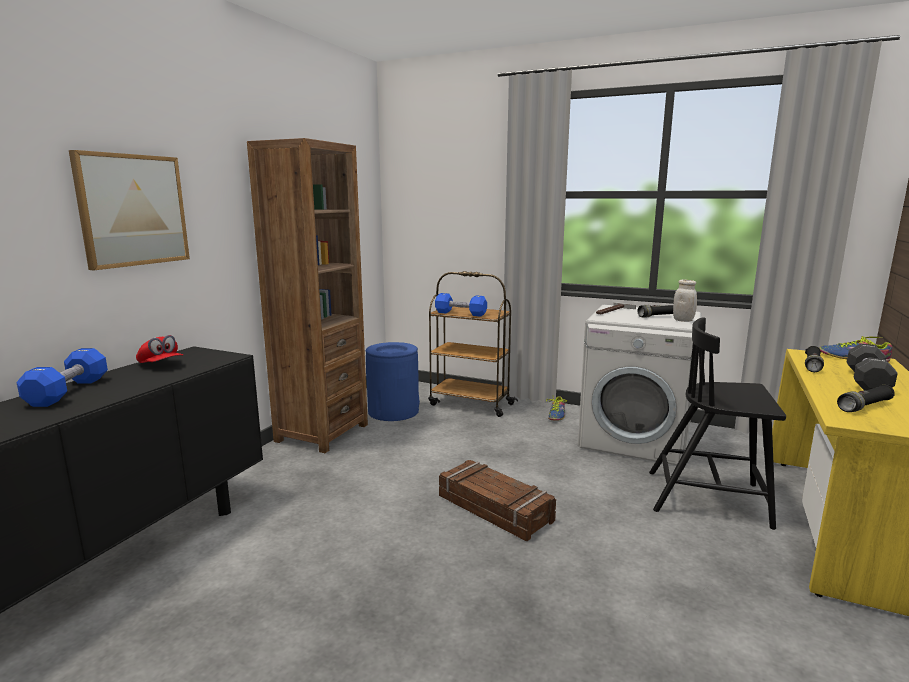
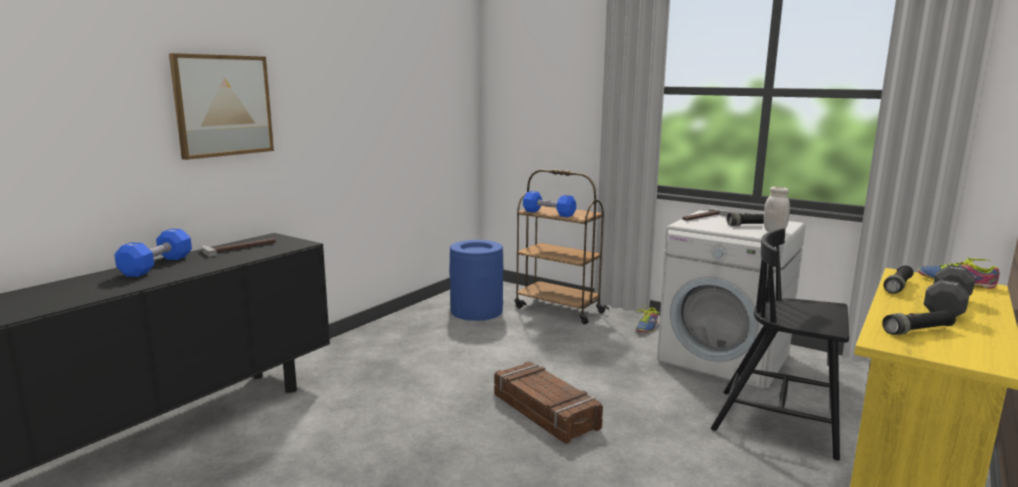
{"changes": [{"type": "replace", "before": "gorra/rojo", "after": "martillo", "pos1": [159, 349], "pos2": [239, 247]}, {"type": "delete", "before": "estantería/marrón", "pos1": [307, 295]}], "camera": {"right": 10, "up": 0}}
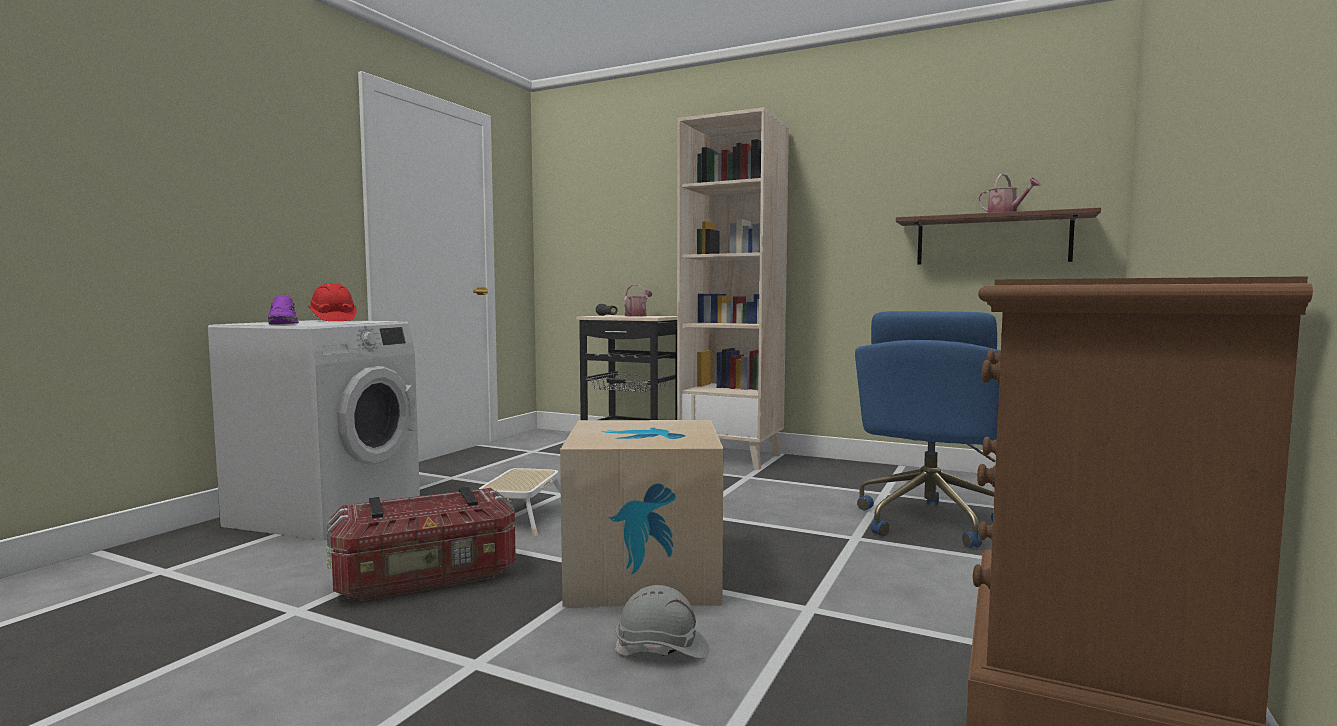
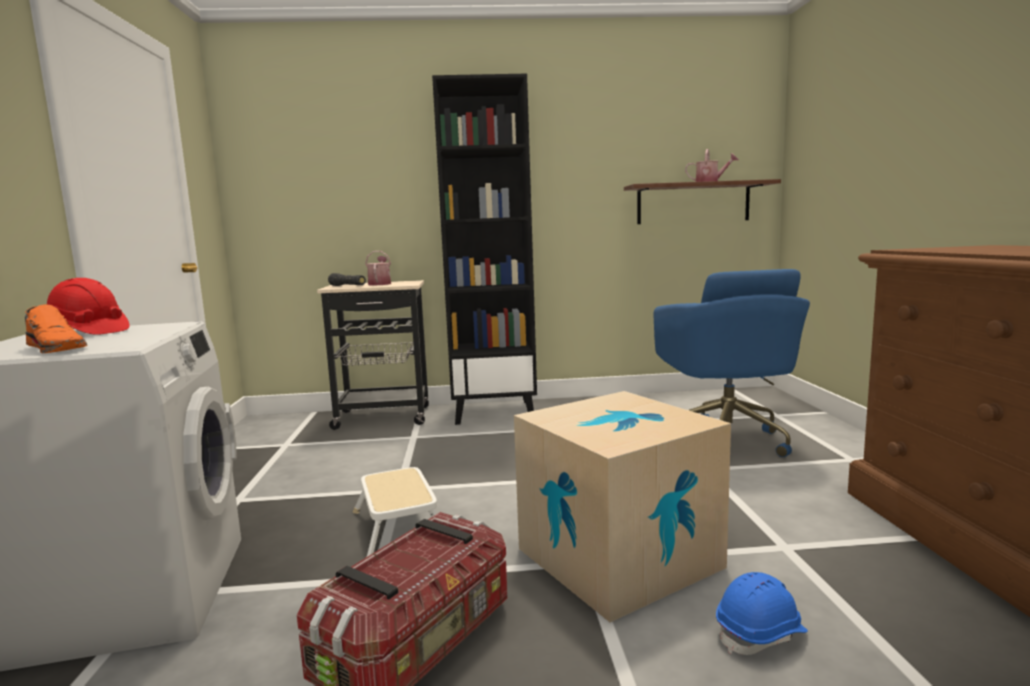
{"changes": [{"type": "recolor", "before": "zapato/morado", "after": "zapato/naranja", "pos1": [283, 309], "pos2": [56, 328]}, {"type": "recolor", "before": "estantería/beis", "after": "estantería/negro", "pos1": [733, 288], "pos2": [484, 249]}, {"type": "recolor", "before": "casco/gris", "after": "casco/azul", "pos1": [661, 622], "pos2": [762, 613]}], "camera": {"right": -30, "up": 5}}
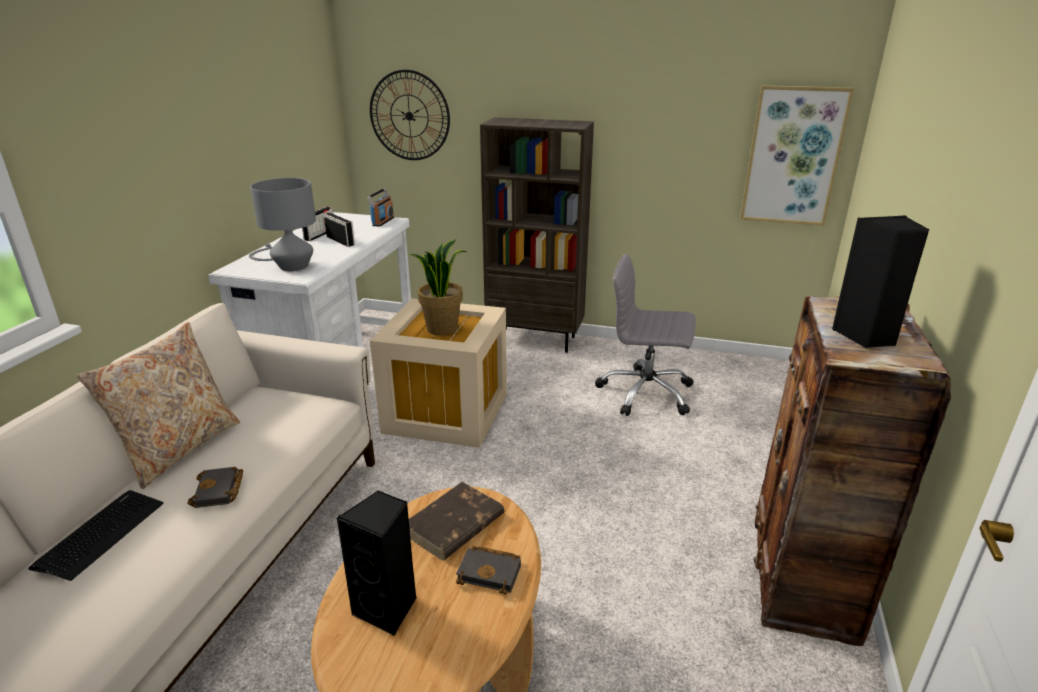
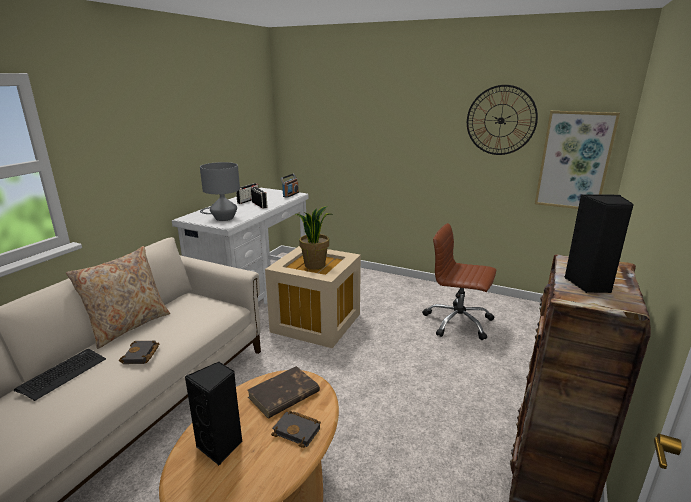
{"changes": [{"type": "recolor", "before": "silla de oficina/gris", "after": "silla de oficina/marrón", "pos1": [645, 335], "pos2": [459, 281]}, {"type": "move", "before": "reloj de pared", "pos1": [410, 115], "pos2": [502, 120]}, {"type": "delete", "before": "estantería/marrón", "pos1": [537, 235]}], "camera": {"right": 10, "up": -5}}
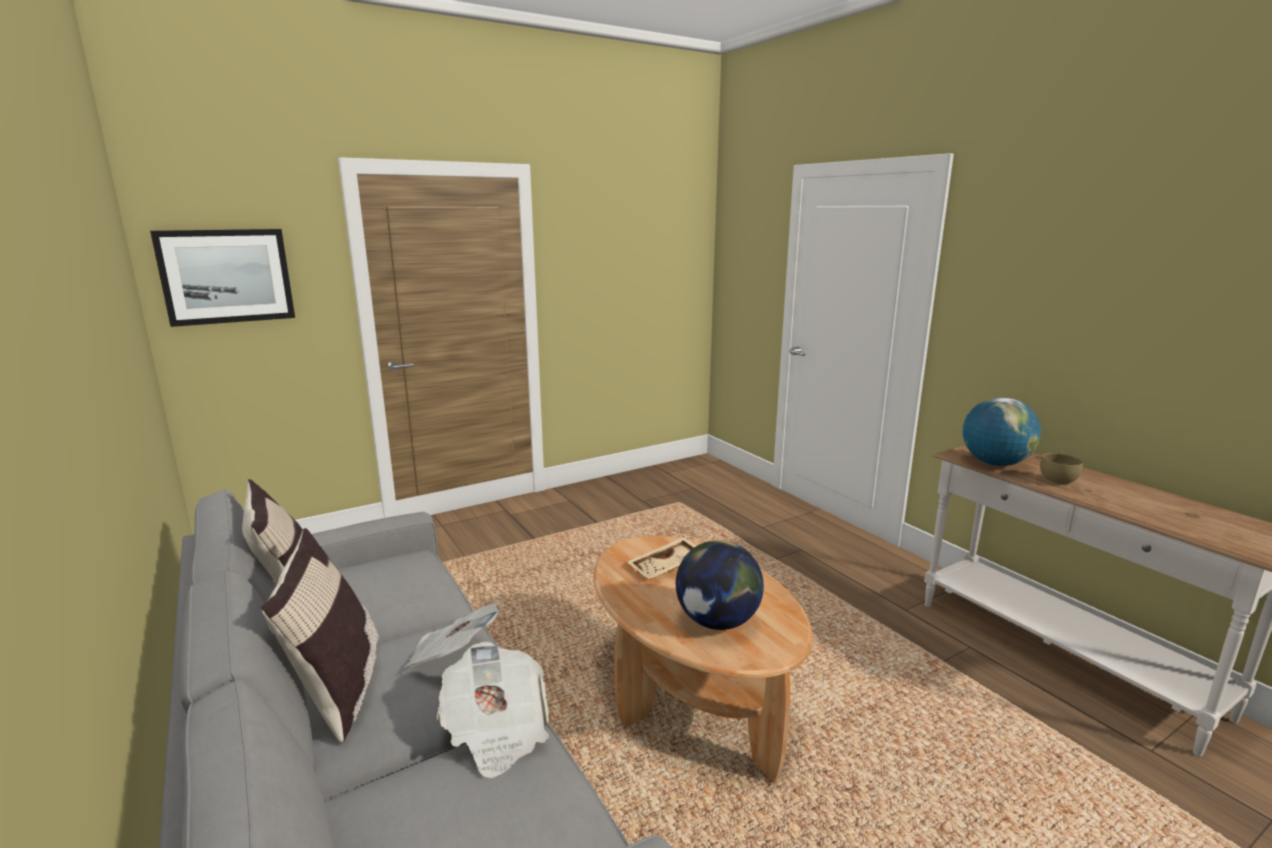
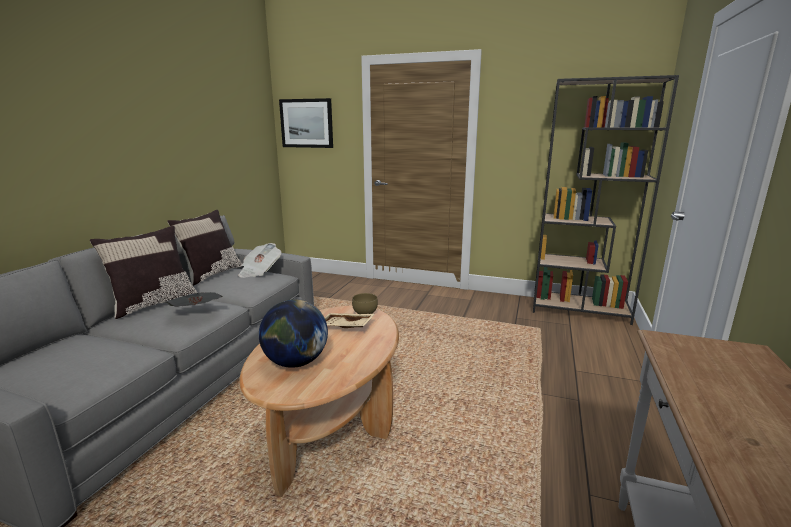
{"changes": [{"type": "move", "before": "periódico", "pos1": [493, 710], "pos2": [259, 260]}, {"type": "move", "before": "cuenco/marrón", "pos1": [1061, 469], "pos2": [365, 303]}, {"type": "insert", "after": "estantería", "pos2": [606, 200]}, {"type": "delete", "before": "globo terráqueo", "pos1": [1001, 431]}], "camera": {"right": 50, "up": 0}}
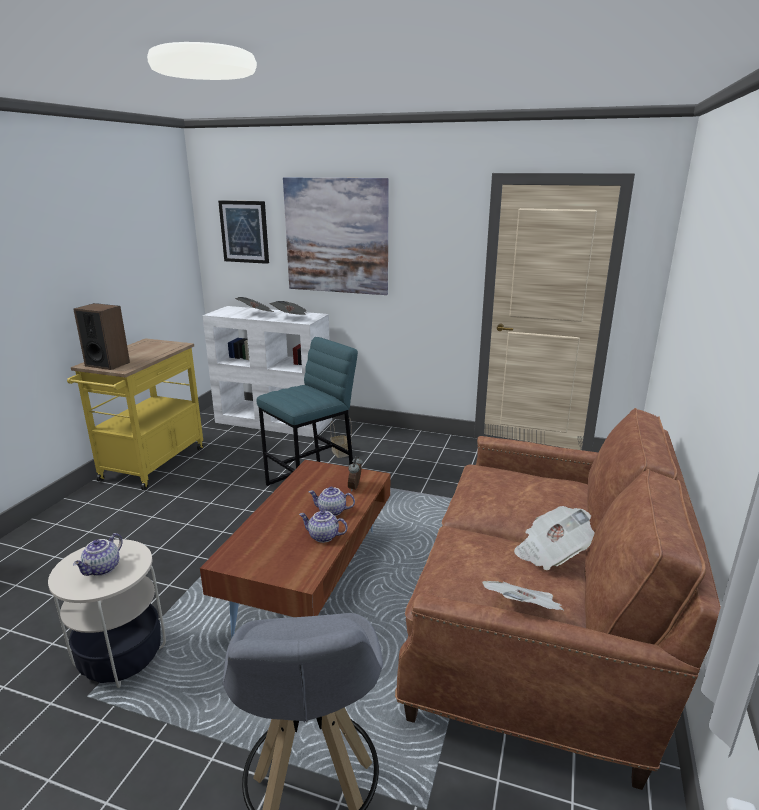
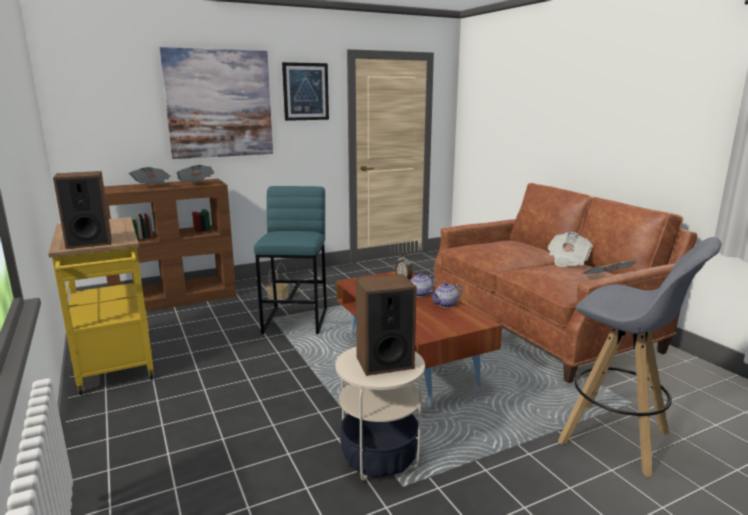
{"changes": [{"type": "recolor", "before": "estantería/blanco", "after": "estantería/marrón", "pos1": [267, 371], "pos2": [170, 245]}, {"type": "move", "before": "cuadro", "pos1": [243, 232], "pos2": [305, 91]}, {"type": "replace", "before": "tetera", "after": "altavoz", "pos1": [98, 554], "pos2": [386, 325]}], "camera": {"right": -45, "up": -5}}
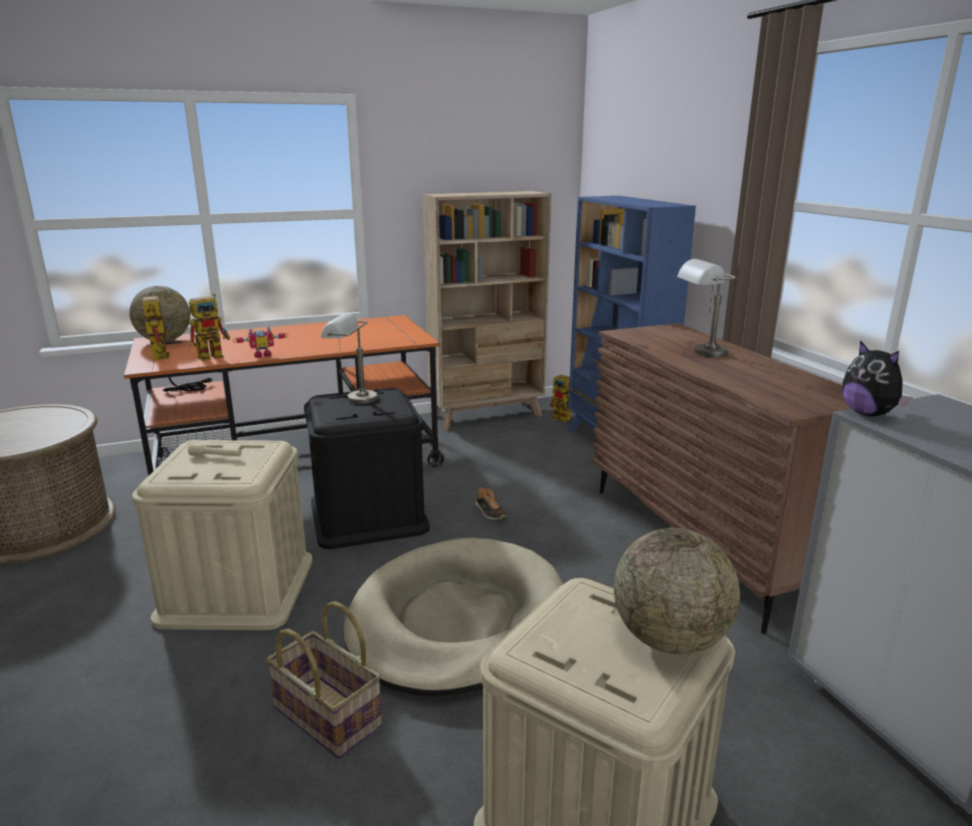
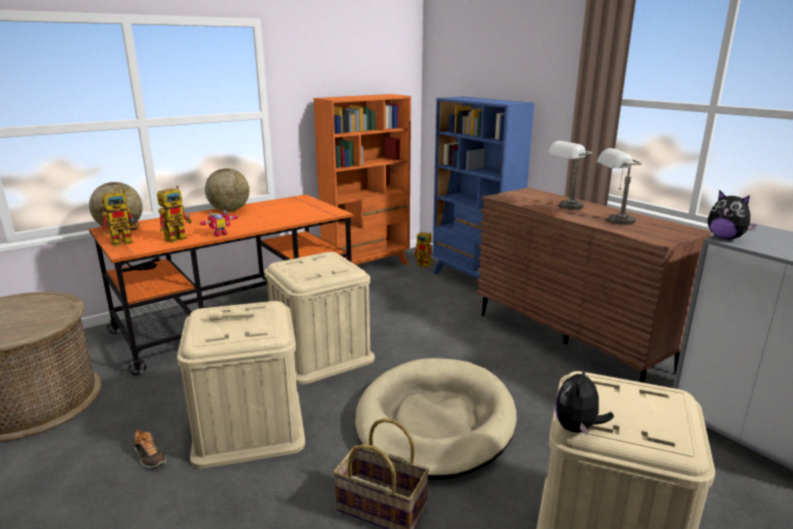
{"changes": [{"type": "rotate", "before": "robot de juguete", "pos1": [153, 326], "pos2": [120, 218], "turn": 90}, {"type": "move", "before": "zapato", "pos1": [491, 503], "pos2": [150, 448]}, {"type": "move", "before": "globo terráqueo", "pos1": [677, 591], "pos2": [227, 190]}, {"type": "recolor", "before": "caja de almacenaje/negro", "after": "caja de almacenaje/beis", "pos1": [367, 468], "pos2": [319, 318]}, {"type": "recolor", "before": "estantería/beis", "after": "estantería/naranja", "pos1": [486, 310], "pos2": [362, 179]}, {"type": "insert", "after": "peluche", "pos2": [584, 399]}, {"type": "move", "before": "lámpara de mesa/gris", "pos1": [349, 358], "pos2": [619, 186]}], "camera": {"right": -15, "up": 0}}
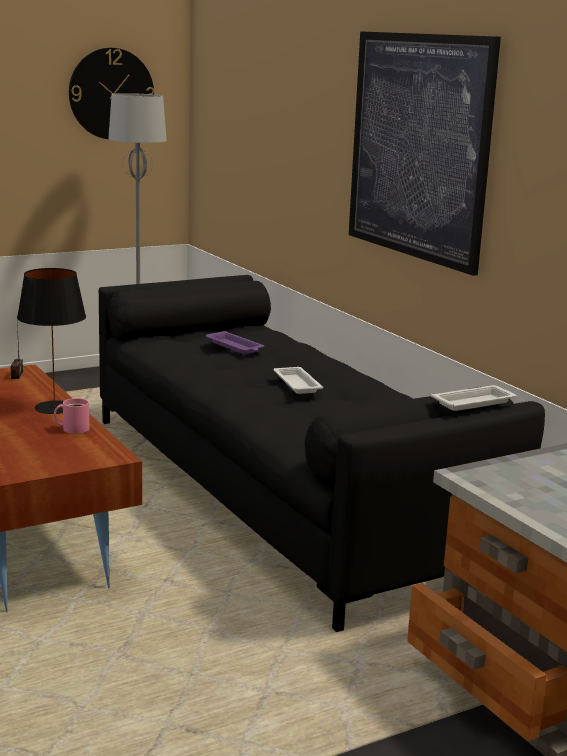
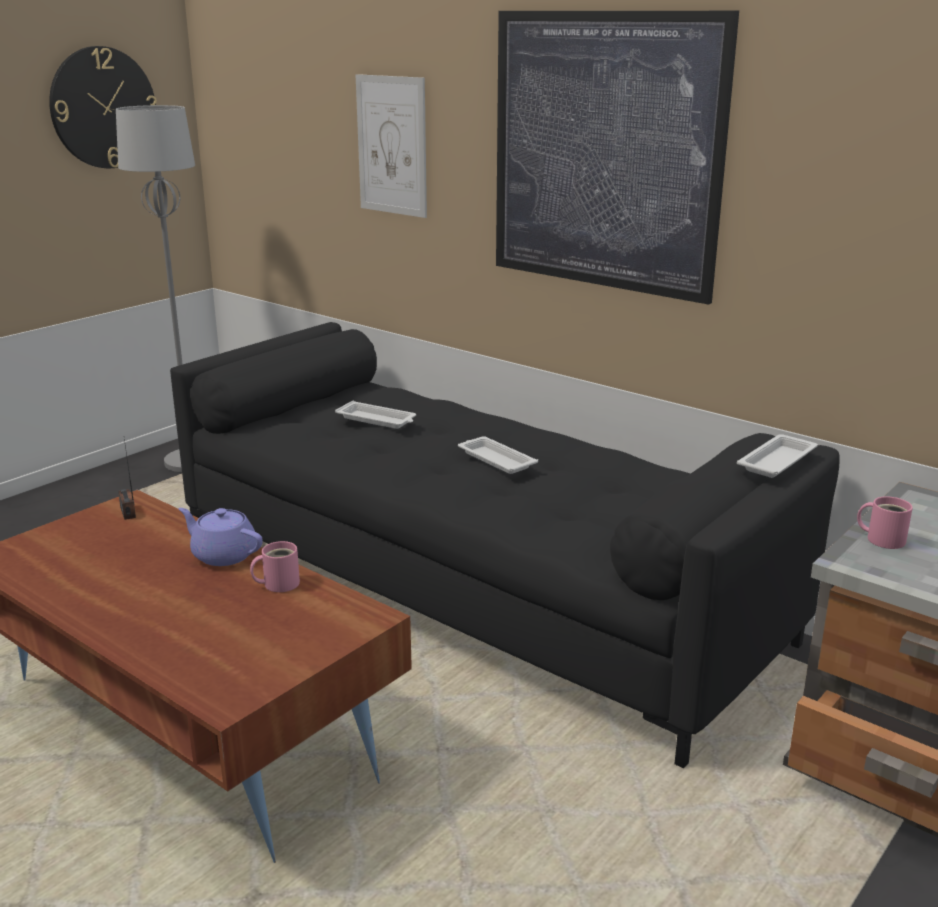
{"changes": [{"type": "replace", "before": "lámpara de mesa/negro", "after": "tetera/morado", "pos1": [51, 341], "pos2": [220, 537]}, {"type": "recolor", "before": "bandeja/morado", "after": "bandeja/blanco", "pos1": [235, 342], "pos2": [375, 414]}, {"type": "insert", "after": "cuadro", "pos2": [391, 146]}, {"type": "insert", "after": "taza grande/rosa", "pos2": [885, 522]}], "camera": {"right": -20, "up": 5}}
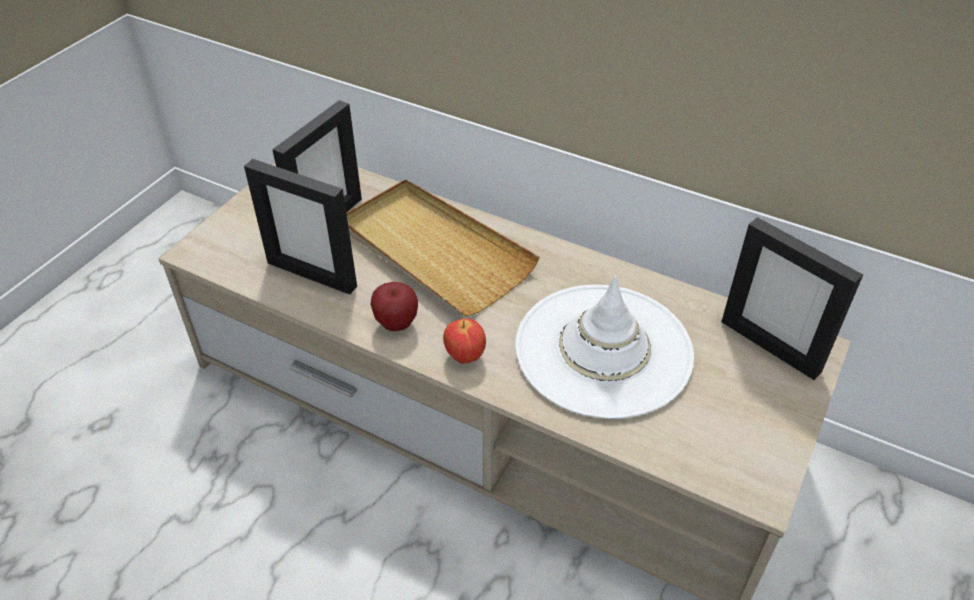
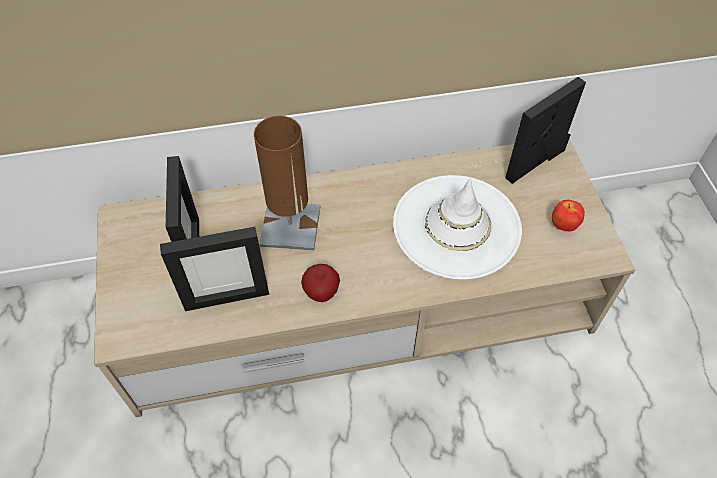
{"changes": [{"type": "replace", "before": "bandeja/beis", "after": "lámpara de mesa/marrón", "pos1": [443, 247], "pos2": [287, 183]}, {"type": "rotate", "before": "portarretratos", "pos1": [792, 298], "pos2": [545, 130], "turn": 135}, {"type": "move", "before": "manzana", "pos1": [464, 341], "pos2": [568, 215]}], "camera": {"right": -40, "up": 10}}
